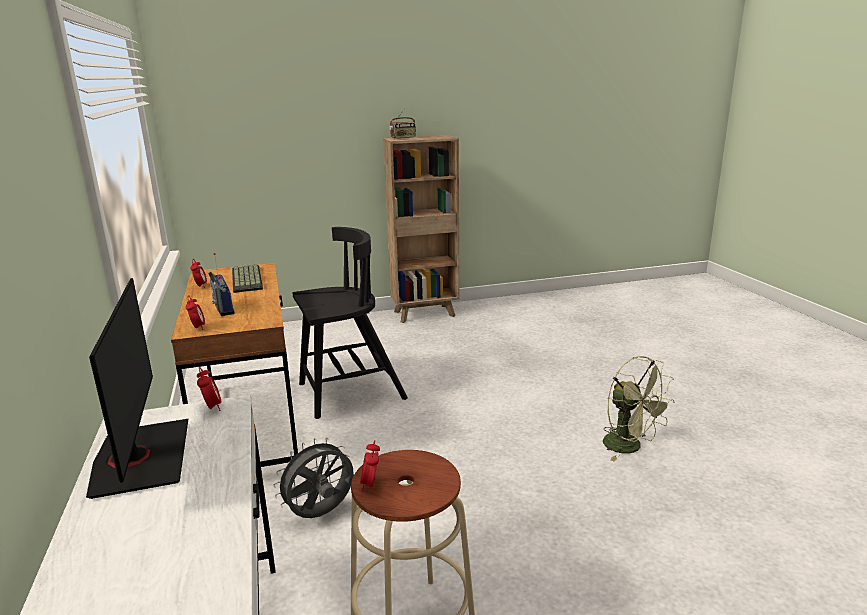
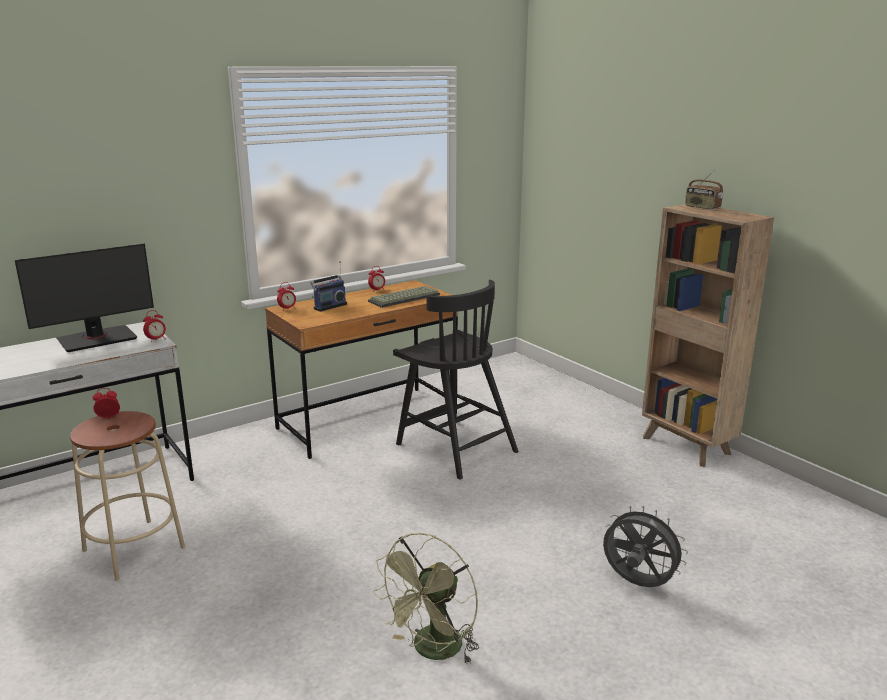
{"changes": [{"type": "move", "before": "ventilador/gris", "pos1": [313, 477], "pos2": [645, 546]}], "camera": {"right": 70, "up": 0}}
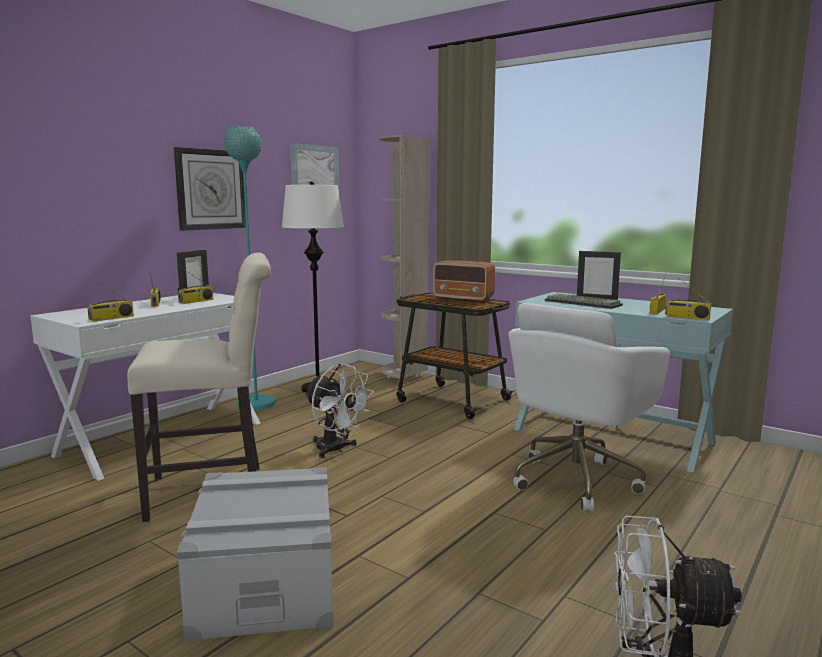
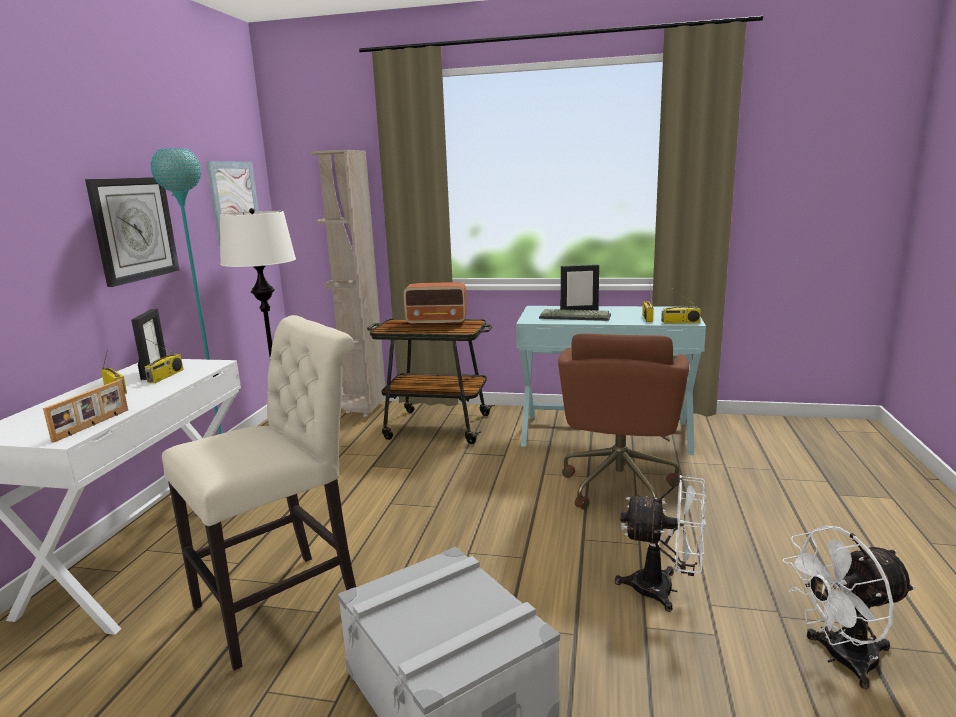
{"changes": [{"type": "replace", "before": "radio", "after": "portarretratos", "pos1": [110, 301], "pos2": [85, 411]}, {"type": "recolor", "before": "silla de oficina/blanco", "after": "silla de oficina/marrón", "pos1": [589, 407], "pos2": [623, 421]}, {"type": "move", "before": "ventilador/blanco", "pos1": [339, 411], "pos2": [660, 543]}], "camera": {"right": -25, "up": 5}}
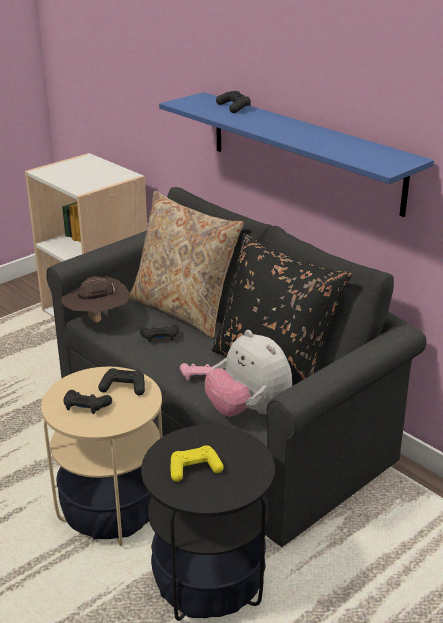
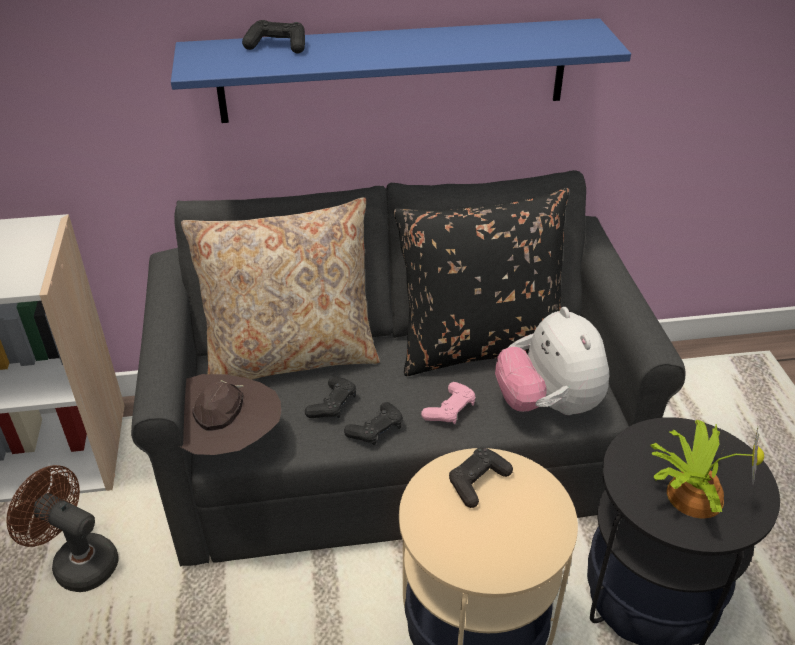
{"changes": [{"type": "insert", "after": "ventilador/marrón", "pos2": [62, 528]}, {"type": "move", "before": "mando de consola/negro", "pos1": [87, 402], "pos2": [373, 423]}, {"type": "rotate", "before": "peluche", "pos1": [248, 373], "pos2": [552, 361], "turn": 75}, {"type": "replace", "before": "mando de consola/amarillo", "after": "planta en maceta", "pos1": [197, 463], "pos2": [707, 469]}], "camera": {"right": -55, "up": 10}}
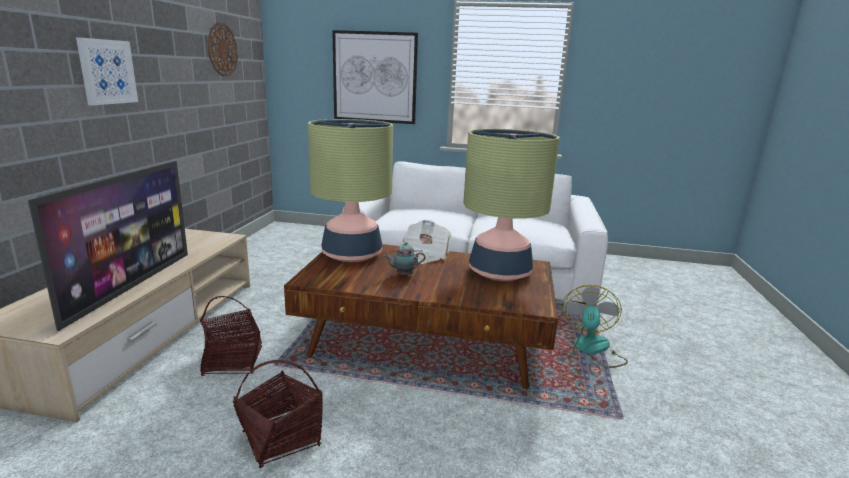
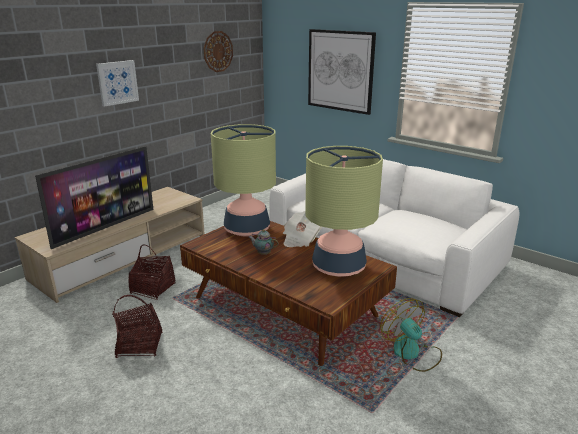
{"changes": [{"type": "rotate", "before": "ventilador", "pos1": [595, 326], "pos2": [411, 335], "turn": -75}], "camera": {"right": 30, "up": 5}}
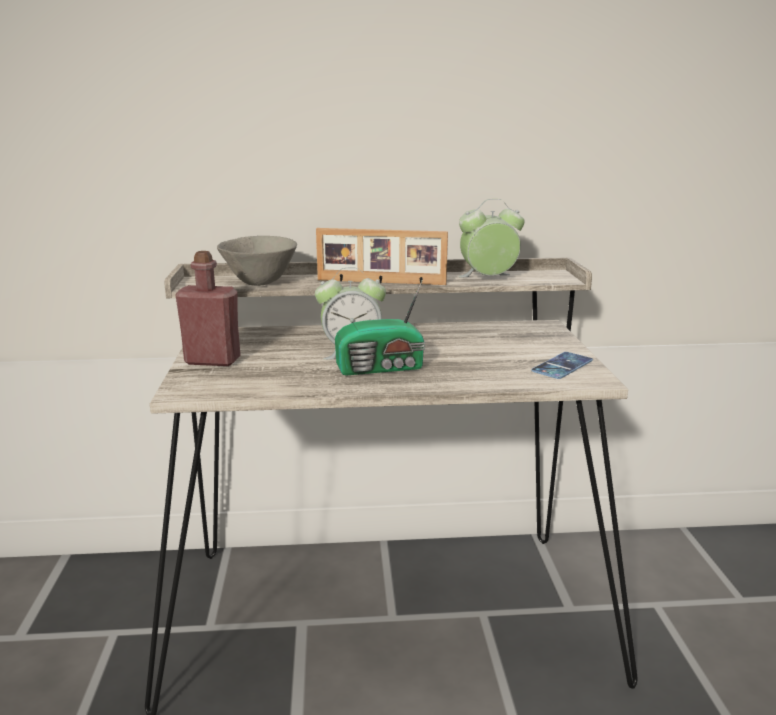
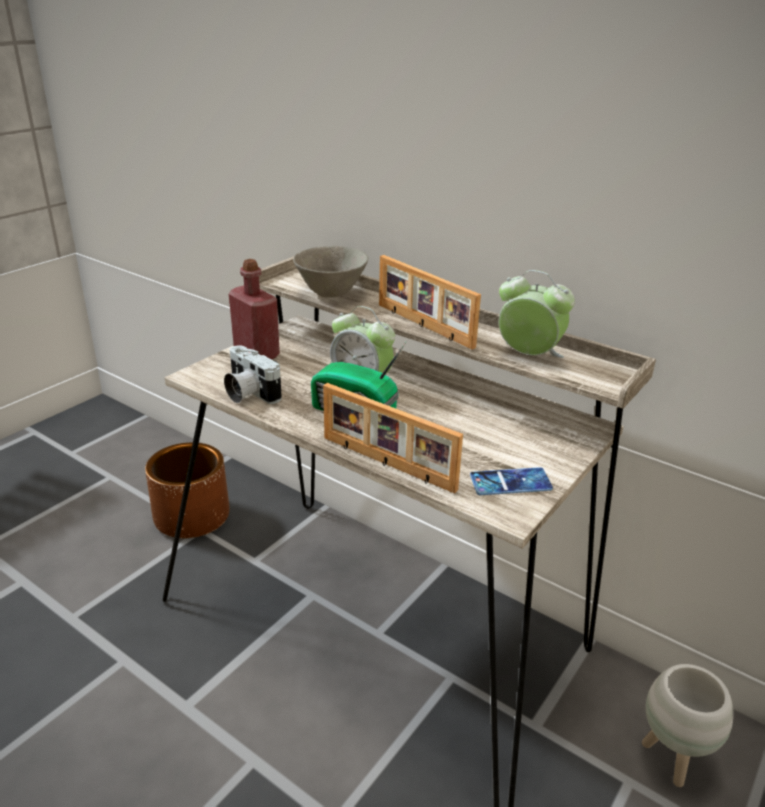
{"changes": [{"type": "insert", "after": "maceta/marrón", "pos2": [187, 490]}, {"type": "insert", "after": "cámara", "pos2": [253, 374]}, {"type": "insert", "after": "portarretratos", "pos2": [393, 438]}, {"type": "insert", "after": "maceta/blanco", "pos2": [687, 725]}], "camera": {"right": 40, "up": 10}}
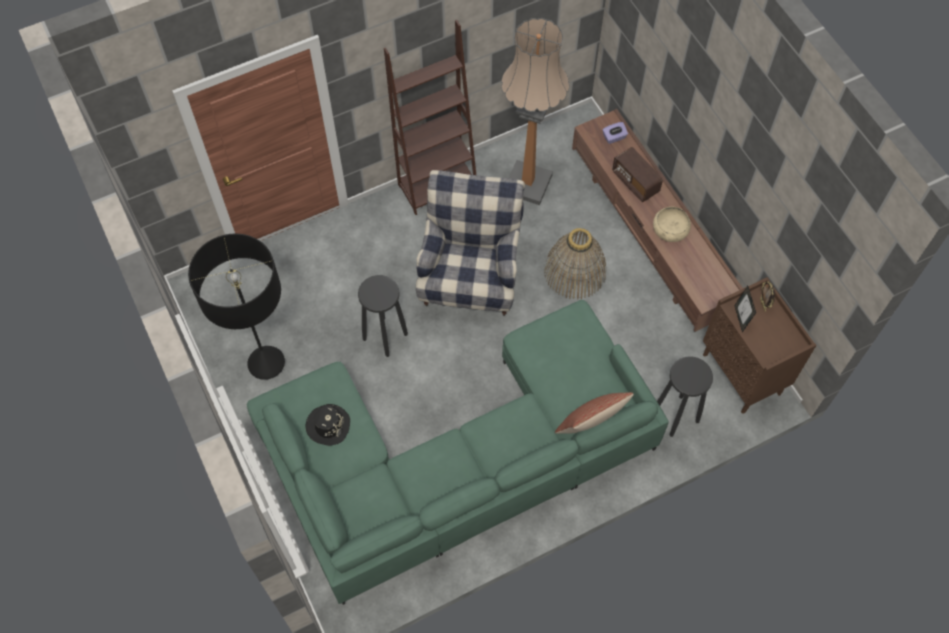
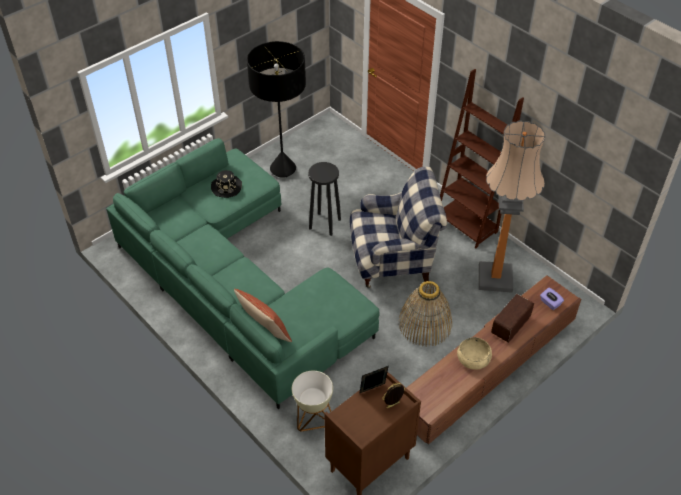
{"changes": [{"type": "replace", "before": "taburete/negro", "after": "maceta", "pos1": [685, 396], "pos2": [312, 401]}], "camera": {"right": 75, "up": -15}}
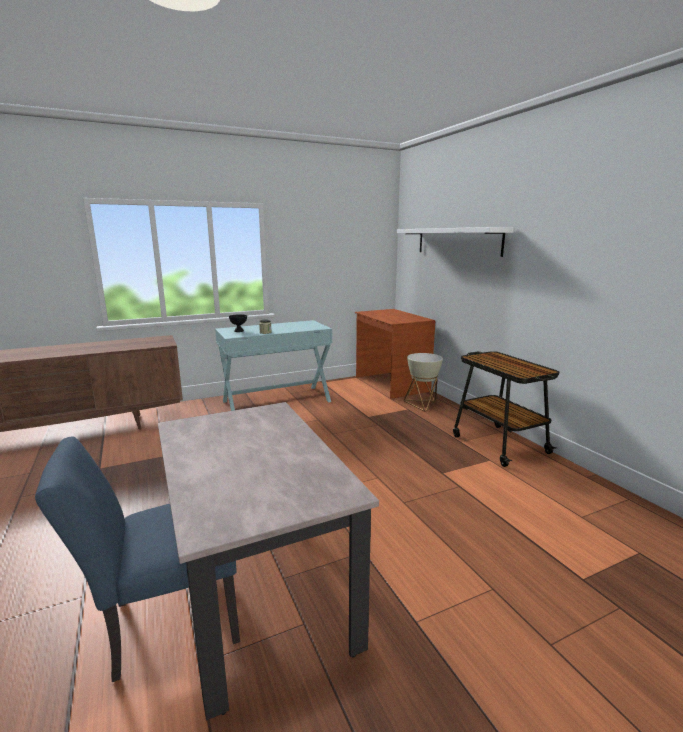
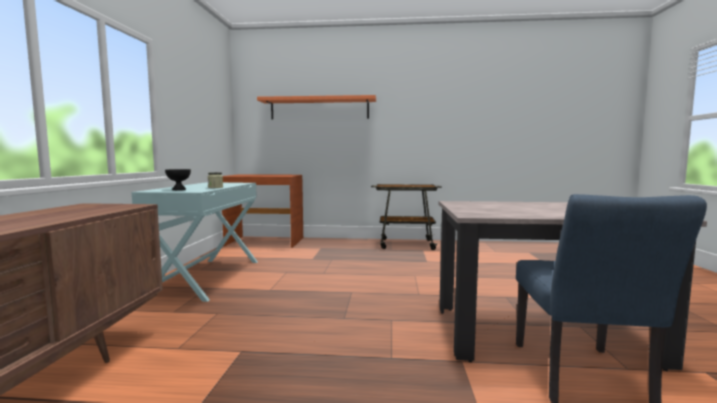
{"changes": [{"type": "recolor", "before": "estante/blanco", "after": "estante/naranja", "pos1": [455, 242], "pos2": [316, 107]}, {"type": "delete", "before": "maceta", "pos1": [423, 382]}], "camera": {"right": -60, "up": -10}}
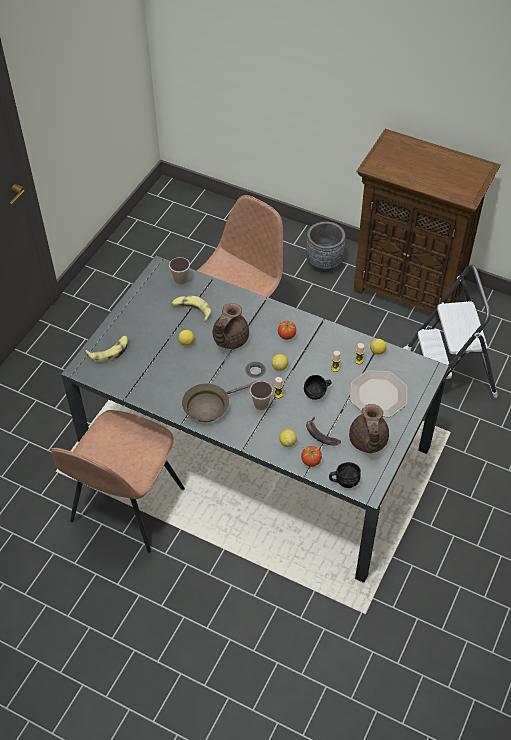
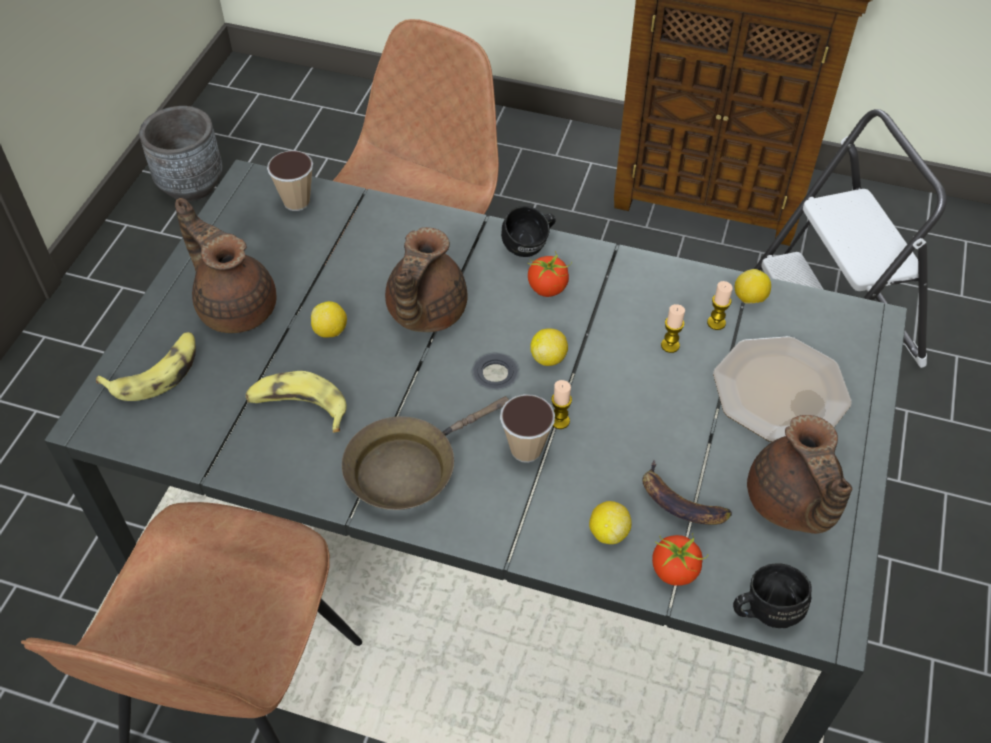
{"changes": [{"type": "move", "before": "maceta/gris", "pos1": [325, 247], "pos2": [181, 153]}, {"type": "insert", "after": "tetera/marrón", "pos2": [225, 265]}, {"type": "move", "before": "plátano", "pos1": [191, 309], "pos2": [296, 402]}, {"type": "move", "before": "taza grande/negro", "pos1": [317, 387], "pos2": [528, 231]}], "camera": {"right": -10, "up": 0}}
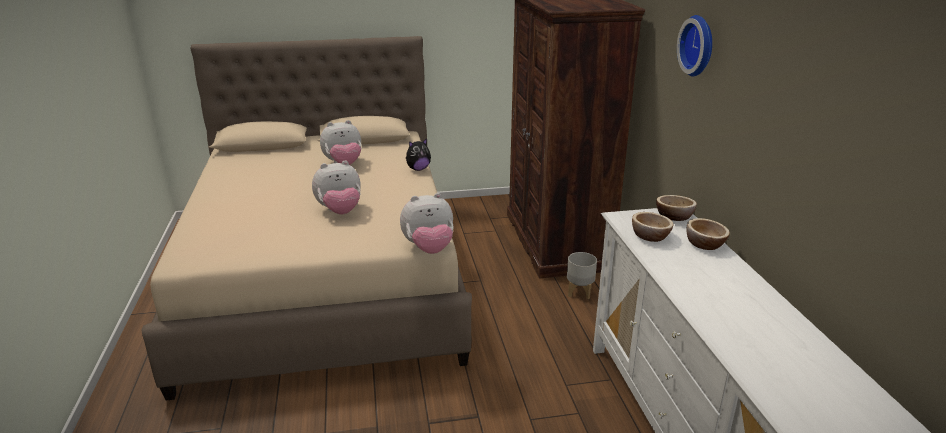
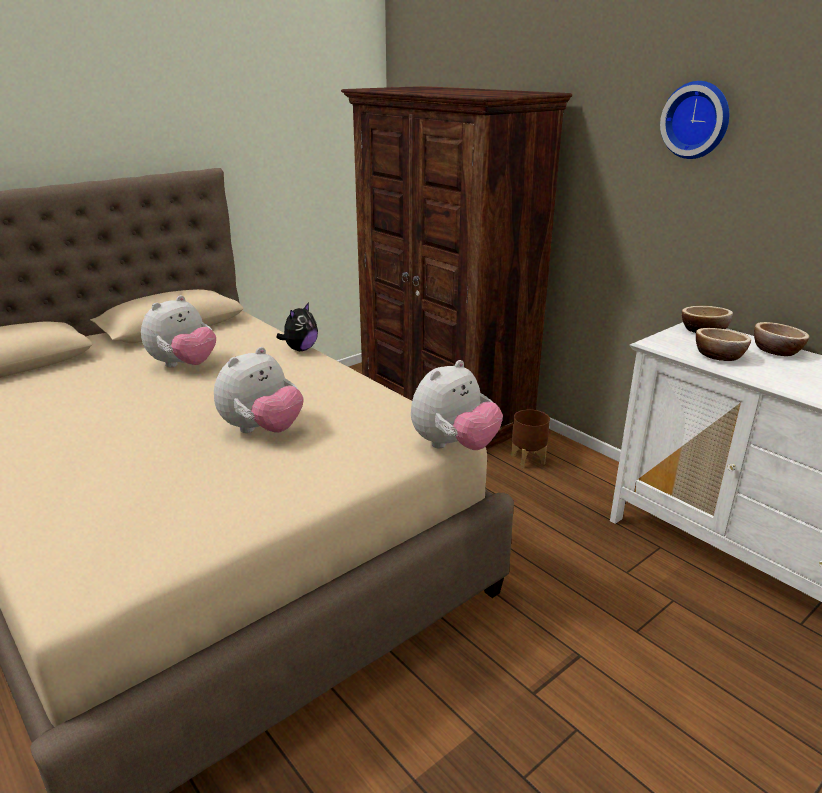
{"changes": [{"type": "recolor", "before": "maceta/gris", "after": "maceta/marrón", "pos1": [582, 275], "pos2": [530, 438]}], "camera": {"right": -30, "up": 0}}
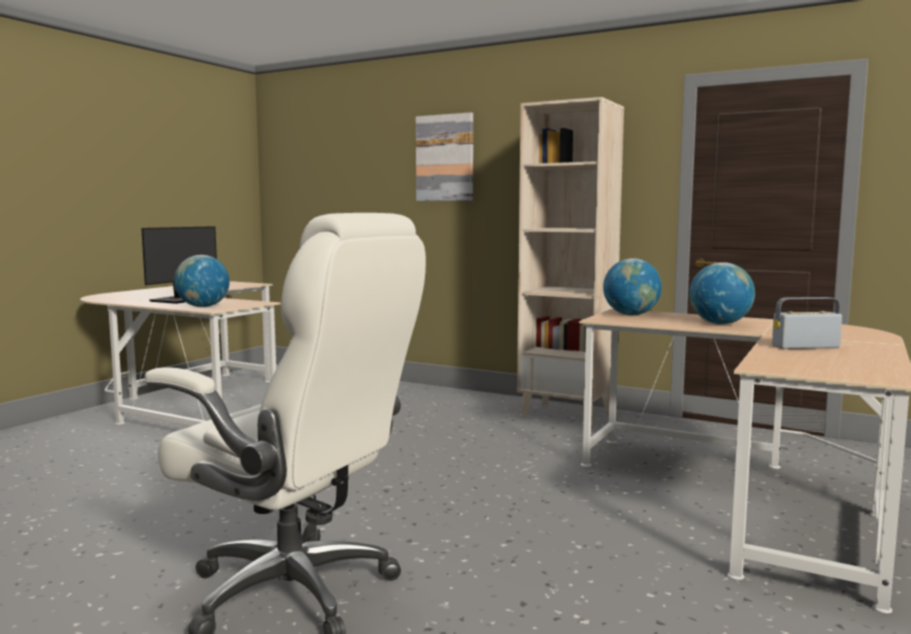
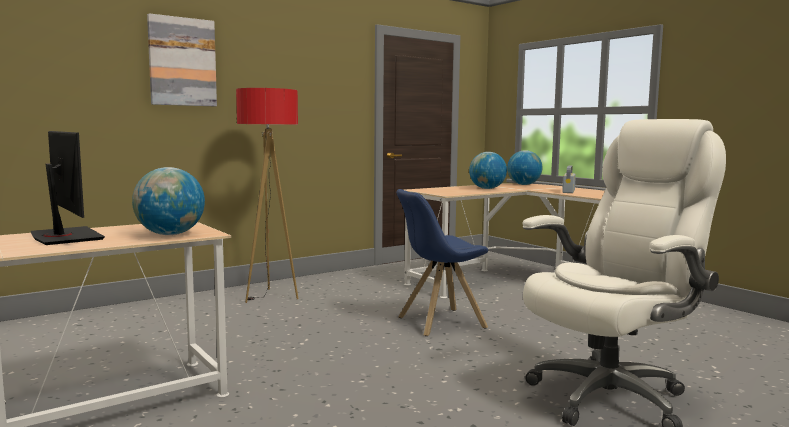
{"changes": [{"type": "insert", "after": "lámpara de pie", "pos2": [267, 195]}, {"type": "insert", "after": "silla/azul", "pos2": [442, 262]}, {"type": "move", "before": "globo terráqueo", "pos1": [632, 286], "pos2": [525, 167]}, {"type": "delete", "before": "estantería/beis", "pos1": [570, 261]}], "camera": {"right": -65, "up": 0}}
